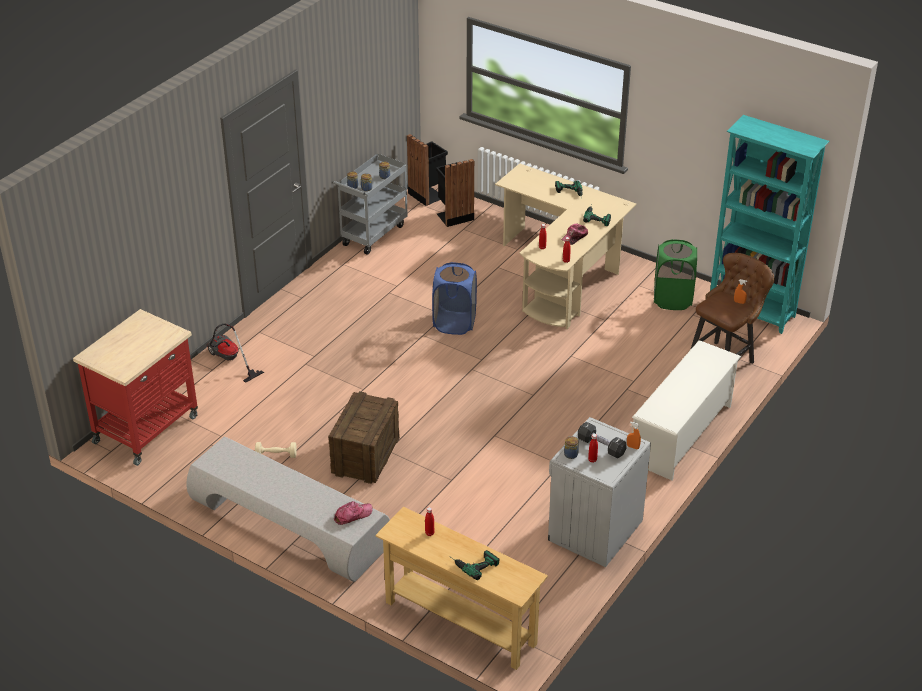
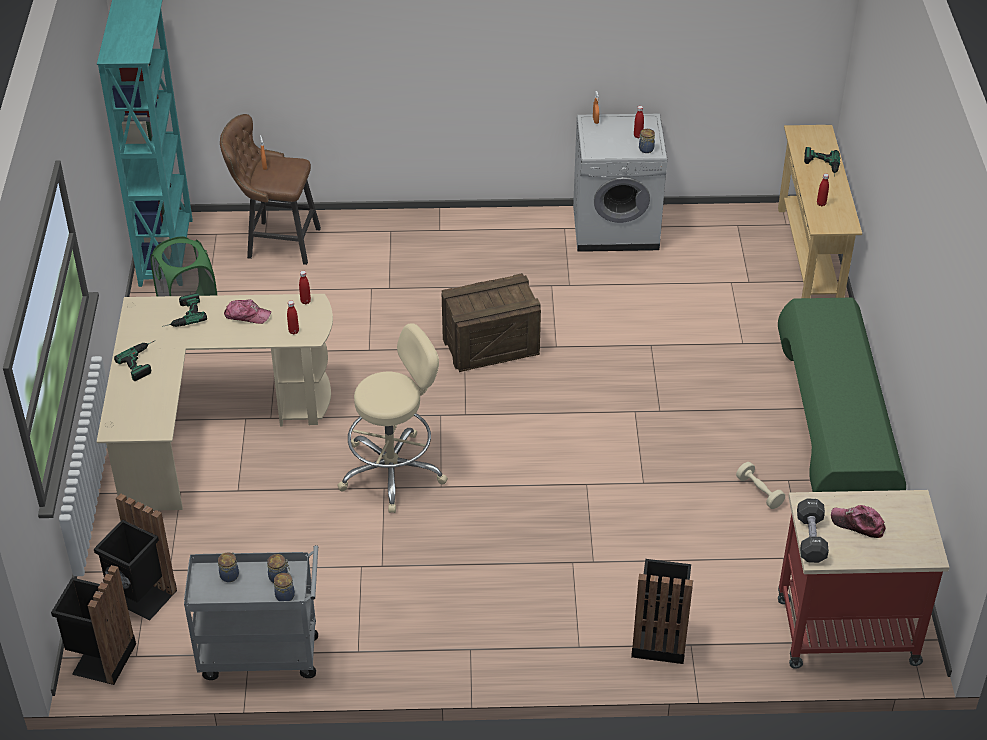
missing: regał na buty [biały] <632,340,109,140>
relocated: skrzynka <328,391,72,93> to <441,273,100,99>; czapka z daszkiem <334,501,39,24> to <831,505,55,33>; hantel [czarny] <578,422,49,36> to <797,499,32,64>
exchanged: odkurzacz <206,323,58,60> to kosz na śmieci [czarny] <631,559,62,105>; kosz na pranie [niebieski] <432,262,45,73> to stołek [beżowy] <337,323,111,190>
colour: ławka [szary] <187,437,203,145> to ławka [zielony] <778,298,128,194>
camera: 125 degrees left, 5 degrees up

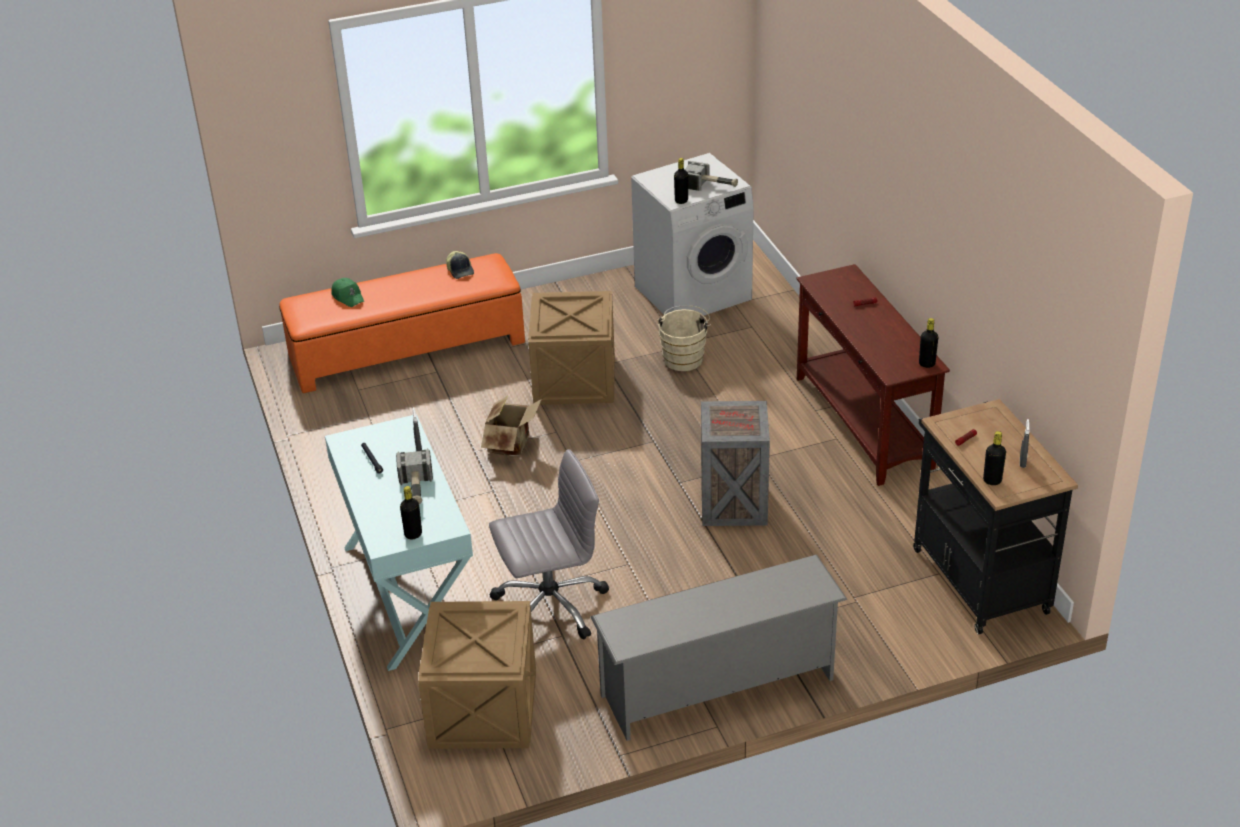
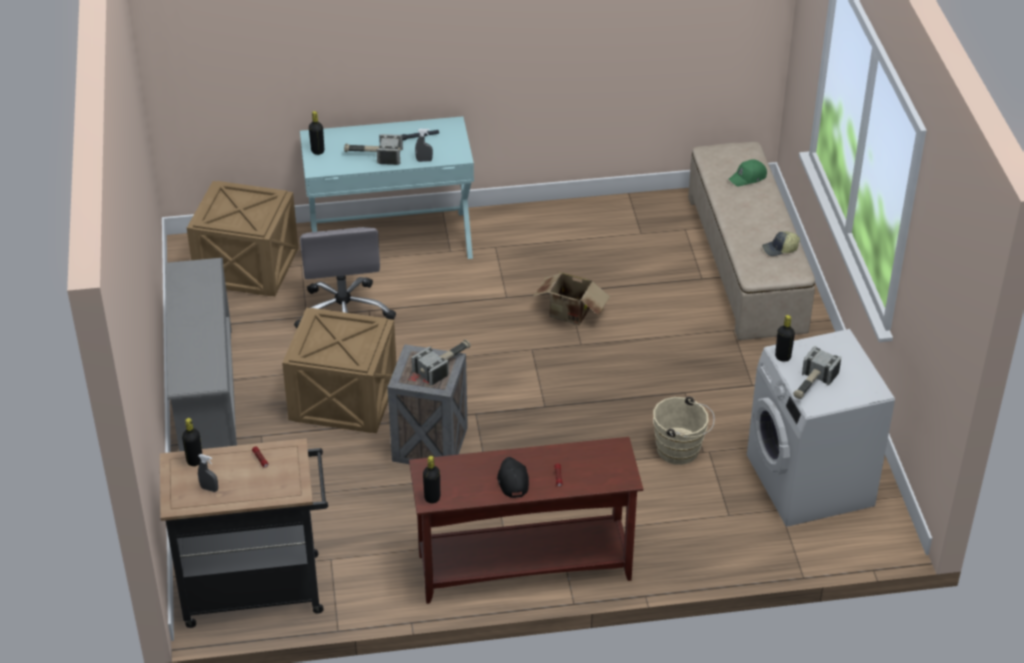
appeared: młotek <411,340,60,46>; czapka z daszkiem [czarny] <497,457,32,41>
relocated: skrzynka <528,291,87,114> to <282,308,115,125>
colour: ławka [pomarańczowy] <279,253,246,140> to ławka [beżowy] <688,142,127,198>
camera: 100 degrees right, 5 degrees up

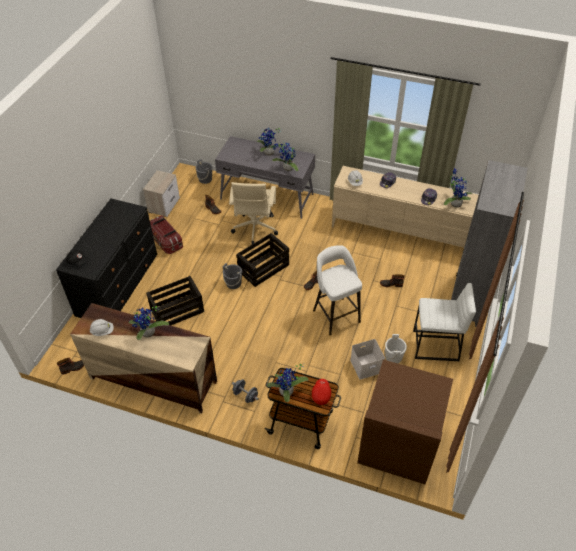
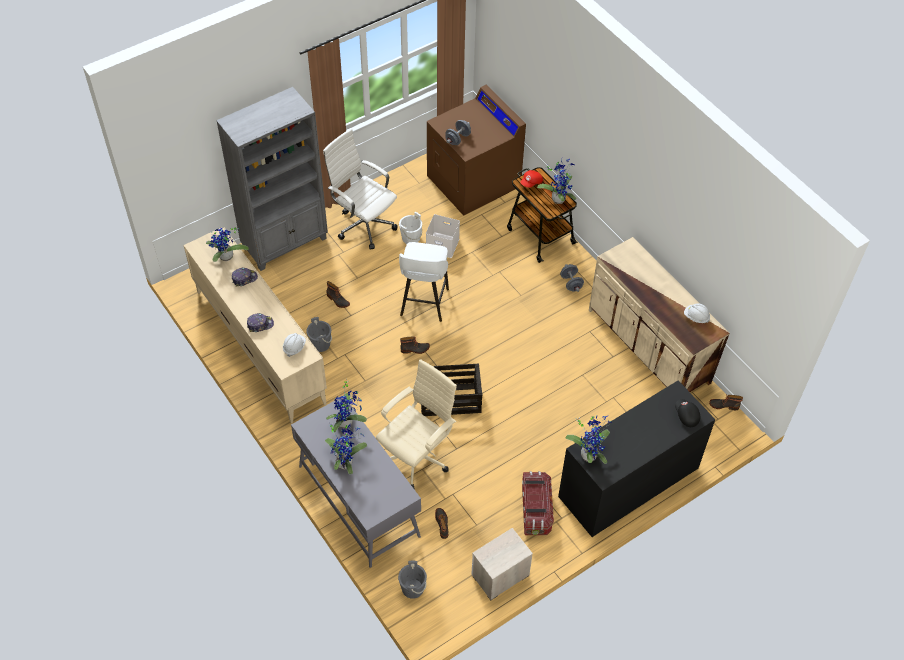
missing: skrzynka <146,276,58,50>
appeared: hantel [szary] <445,120,26,25>
relocated: roślina doniczkowa <129,306,40,34> to <565,414,48,50>; wiadro [szary] <223,263,19,26> to <306,317,26,35>
exchanged: stołek [biały] <413,283,63,78> to krzesło biurowe [biały] <323,129,75,121>
camera: 145 degrees left, 5 degrees up

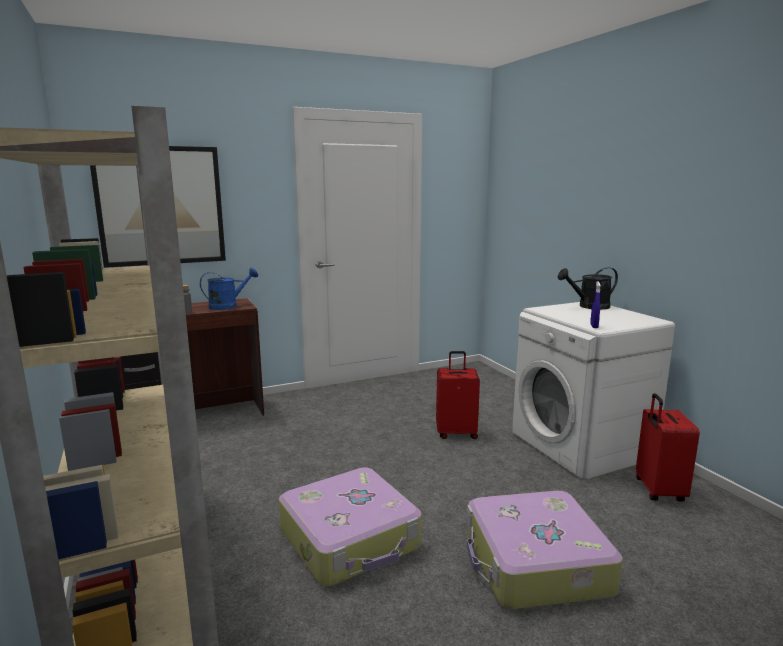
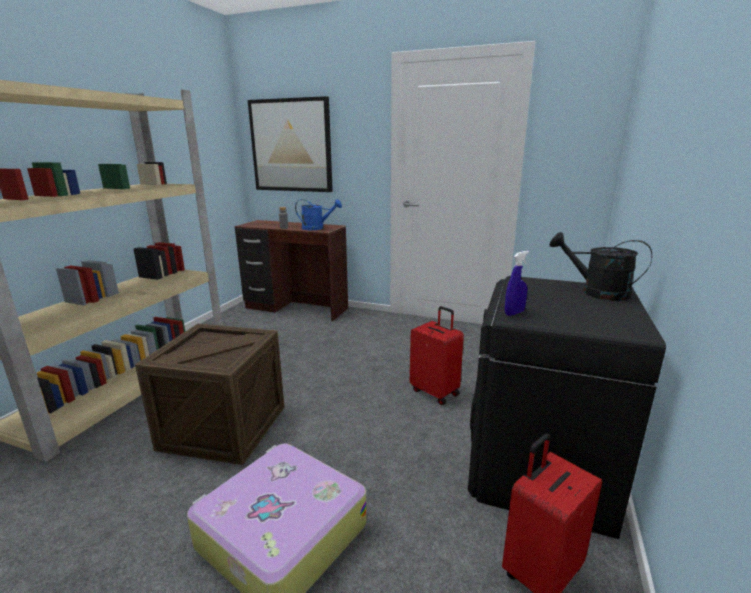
exchanged: walizka <279,467,143,120> to skrzynka <135,324,150,141>
colour: pralka [biały] <512,302,163,177> to pralka [czarny] <468,276,198,263>
camera: 45 degrees right, 5 degrees up

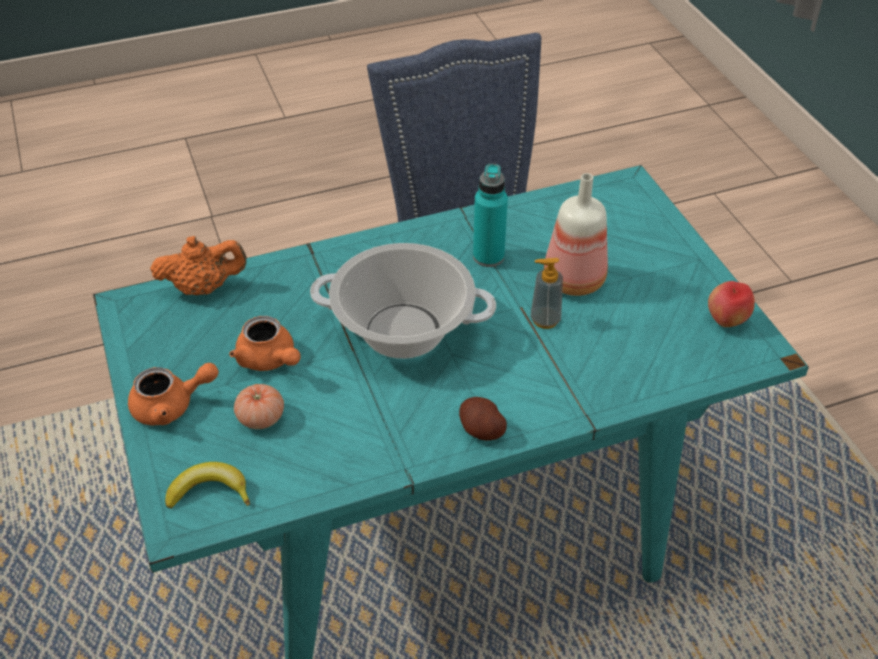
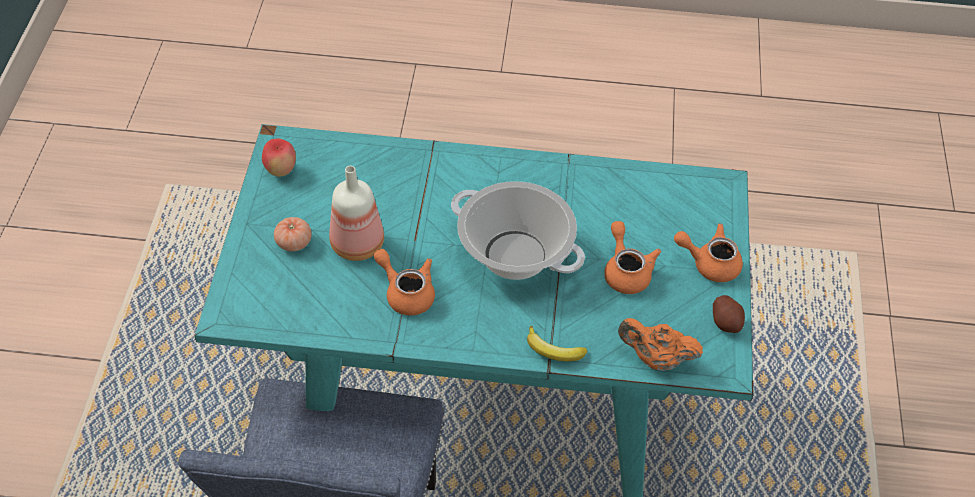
missing: dozownik mydła <530,258,33,71>
relocated: banan <165,462,85,46> to <527,326,60,35>; pomidor <234,384,50,45> to <274,217,38,34>; ziemniak <459,397,48,44> to <713,295,32,38>
exchanged: butelka [turkusowy] <473,164,35,103> to imbryk [pomarańczowy] <374,249,61,66>
camera: 155 degrees left, 5 degrees up

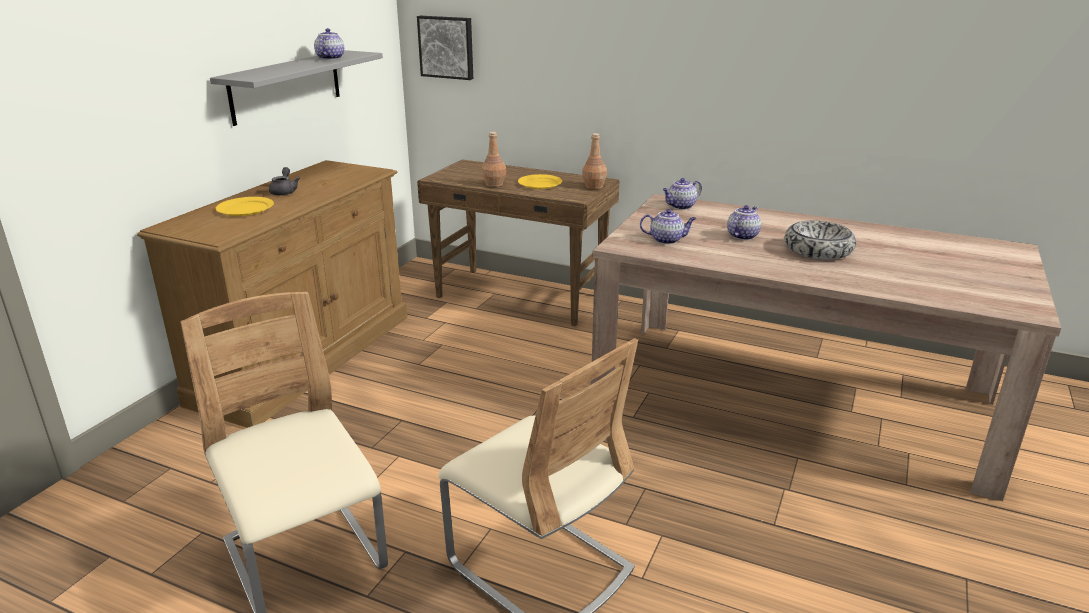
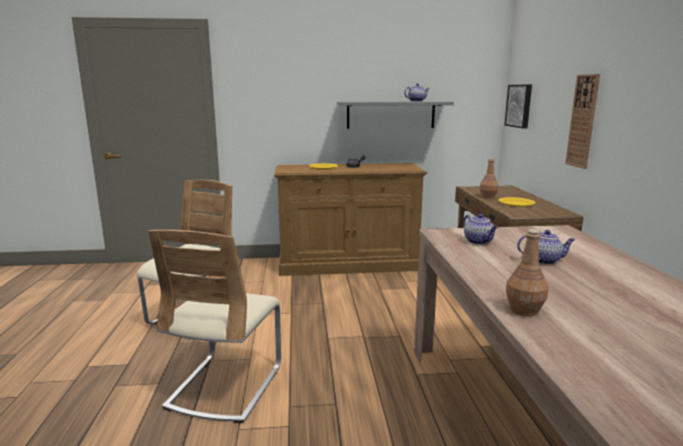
missing: imbryk <663,178,39,32>; miska <785,221,71,39>
appeared: zegar ścienny <565,74,35,95>
relocated: butelka [brązowy] <582,133,25,56> to <506,229,42,87>
camera: 60 degrees right, 10 degrees down

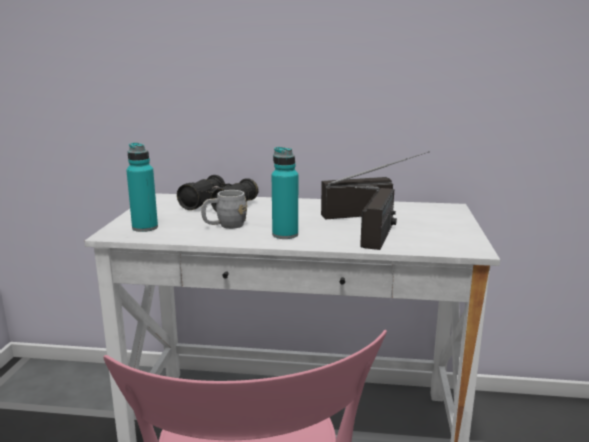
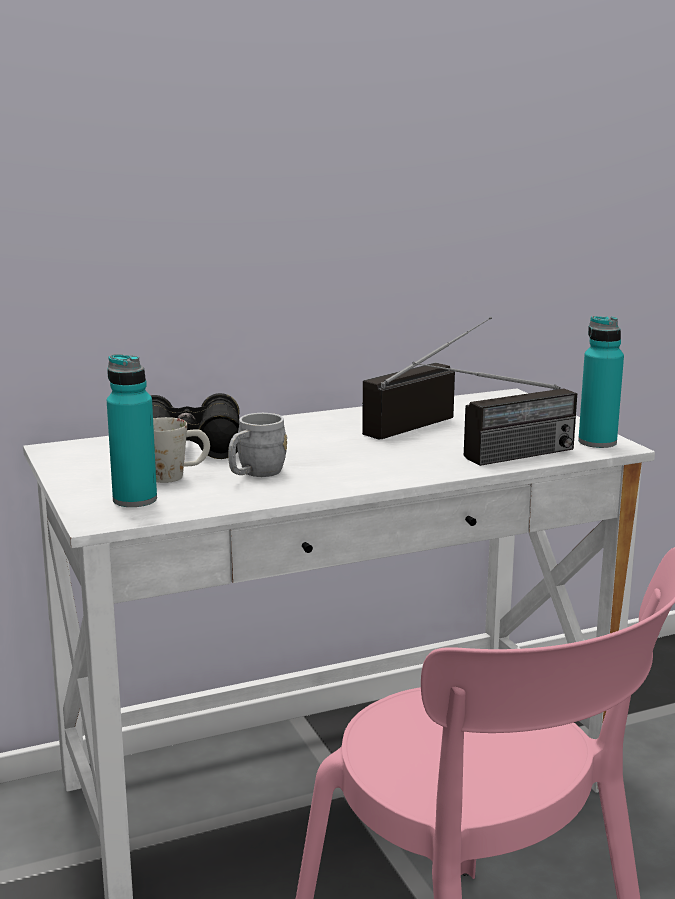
appeared: kubek [biały] <153,417,57,66>
relocated: butelka [turkusowy] <272,147,26,92> to <578,316,46,132>
spun: radio <355,186,42,64> = <412,362,165,104> 75 degrees clockwise
camera: 30 degrees left, 0 degrees up

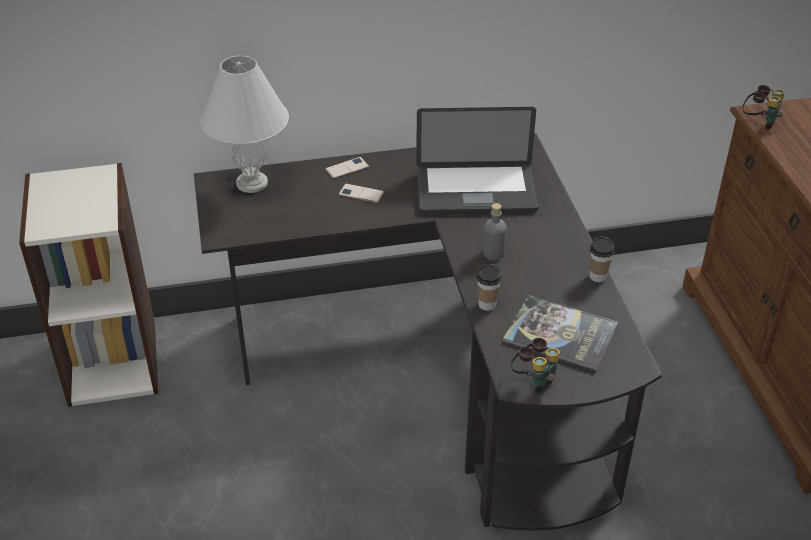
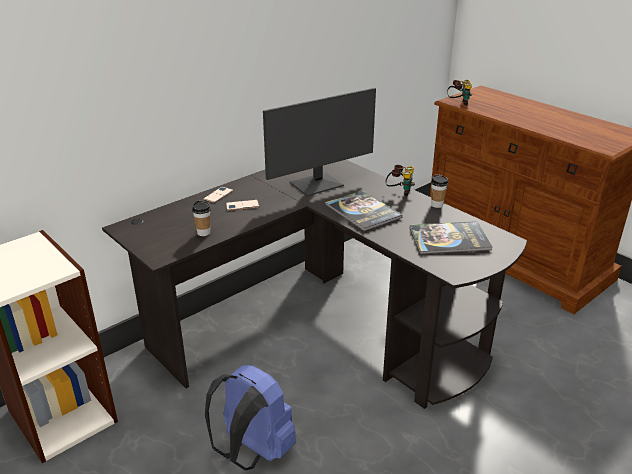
missing: lampa stołowa [biały] <201,55,88,138>
appeared: plecak [niebieski] <205,365,91,105>
relocated: filiżanka <477,264,25,47> to <192,201,19,35>; lornetka <511,338,49,54> to <385,165,30,31>
exchanged: laptop <416,107,123,107> to monitor <263,88,113,108>; butelka [szary] <483,203,24,57> to książka <326,191,77,40>
camera: 30 degrees left, 10 degrees down

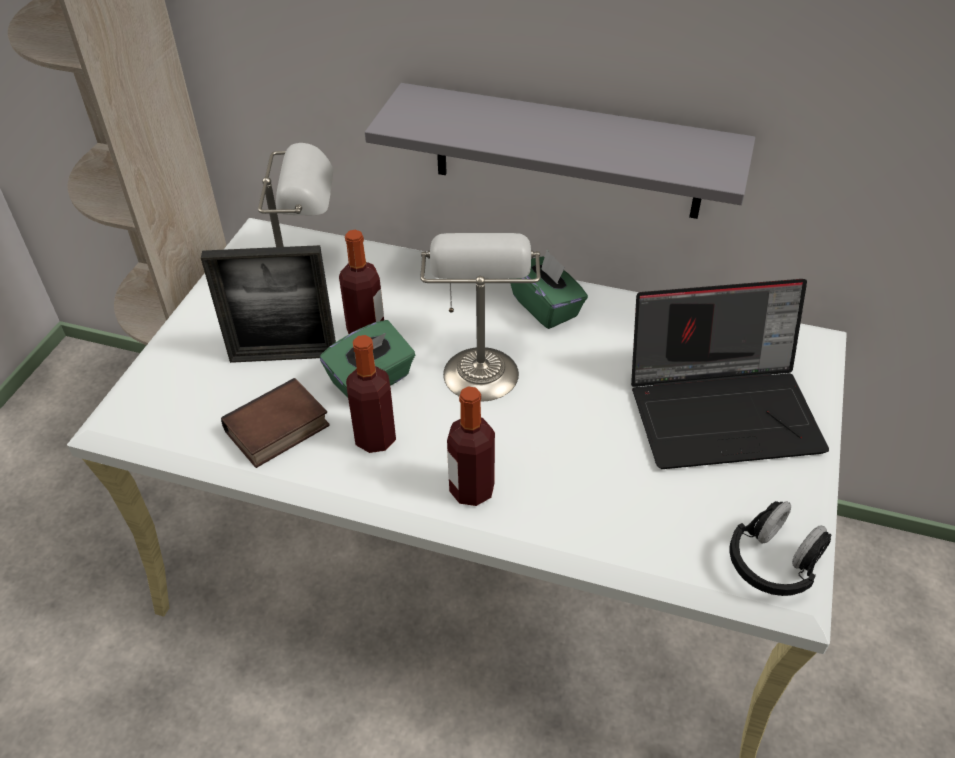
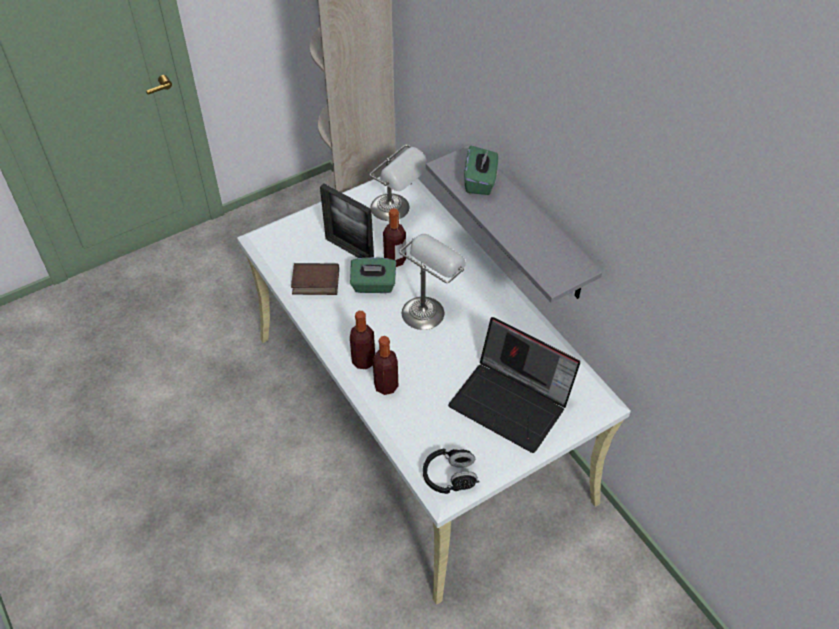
relocated: butelka <346,335,50,118> to <372,336,26,59>; pudełko chusteczek [zielony] <510,250,78,79> to <464,146,34,49>
camera: 40 degrees right, 5 degrees up

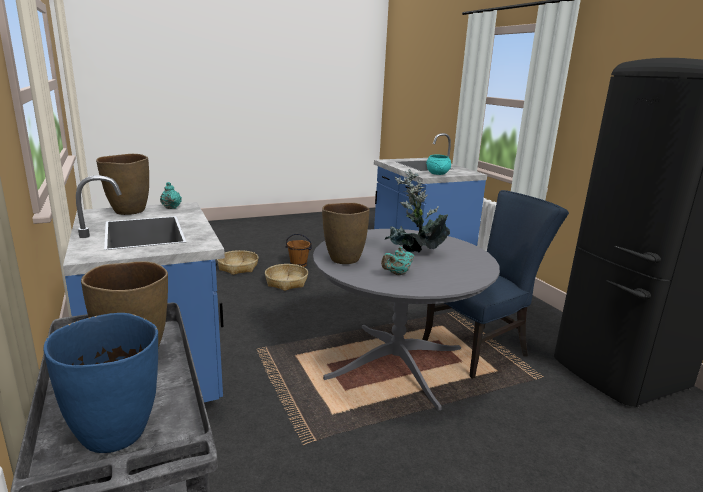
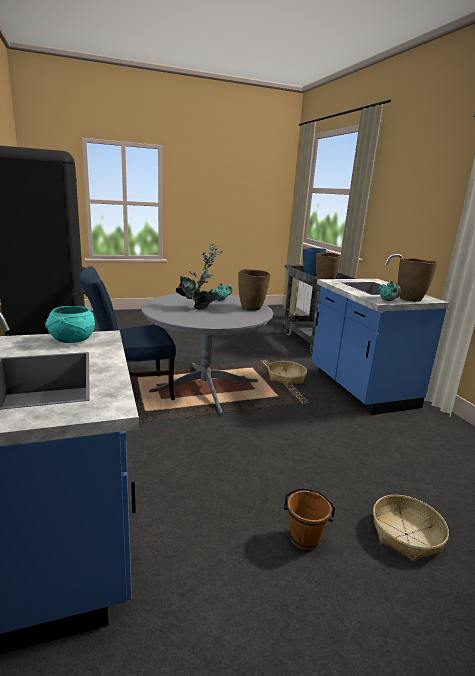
relocated: koszyk <265,264,43,27> to <268,361,39,25>
camera: 175 degrees left, 0 degrees up

